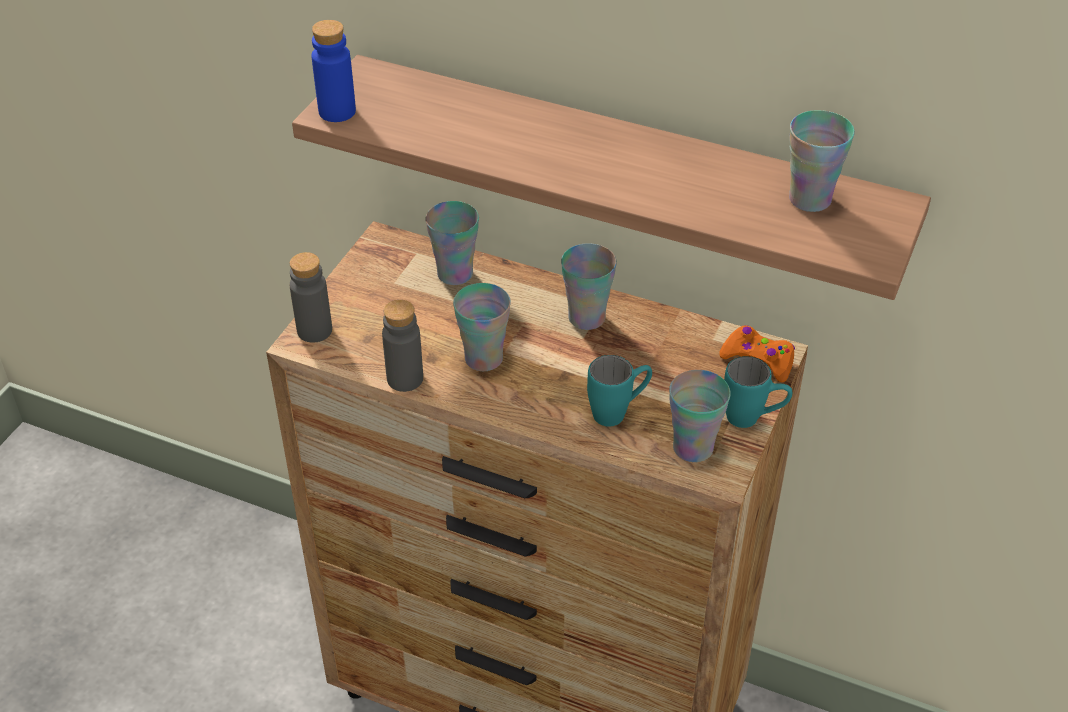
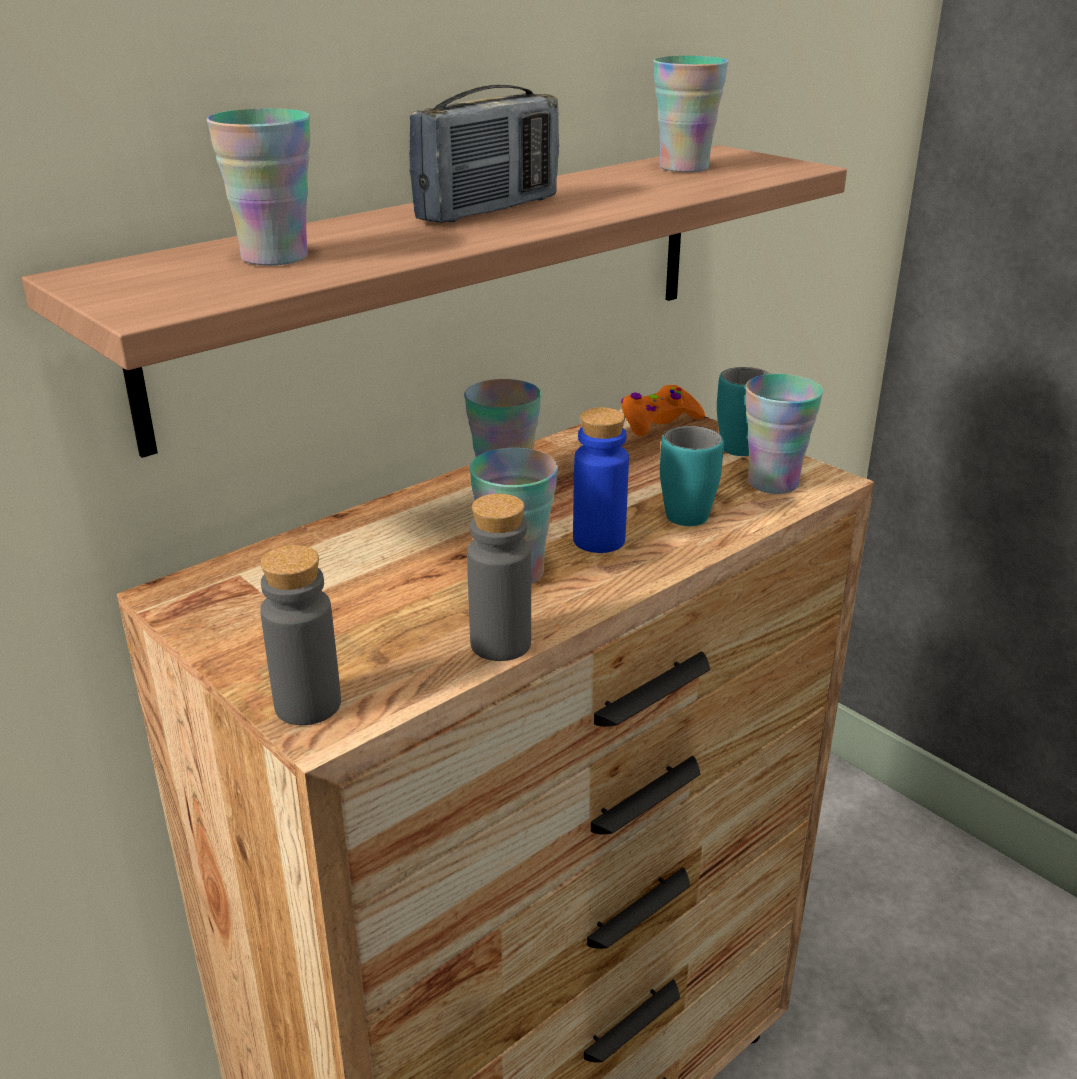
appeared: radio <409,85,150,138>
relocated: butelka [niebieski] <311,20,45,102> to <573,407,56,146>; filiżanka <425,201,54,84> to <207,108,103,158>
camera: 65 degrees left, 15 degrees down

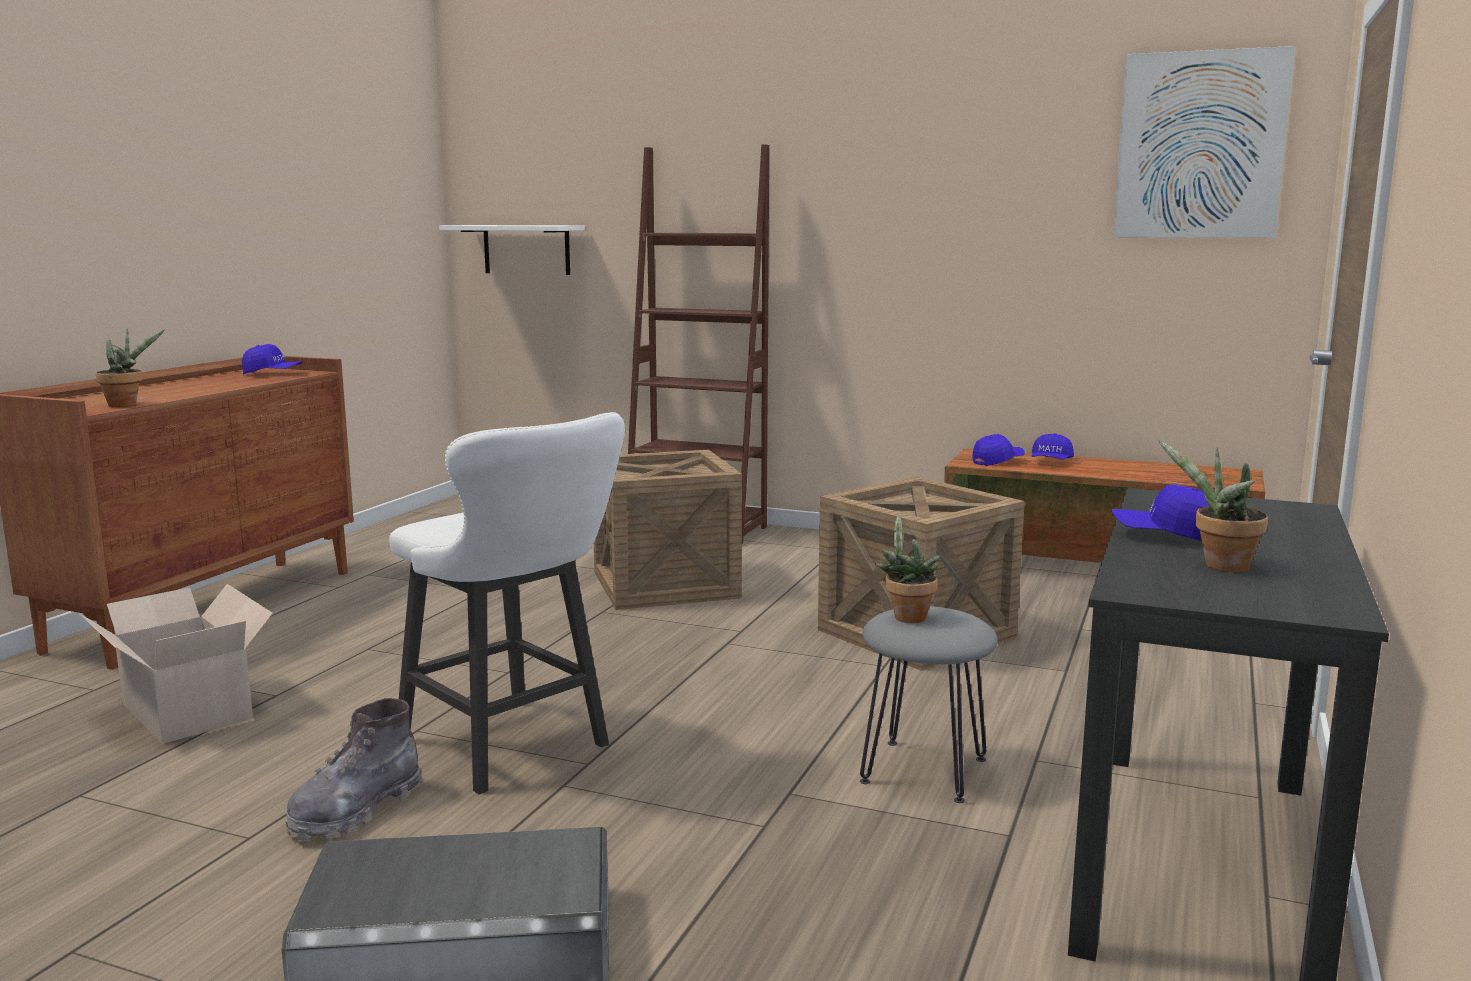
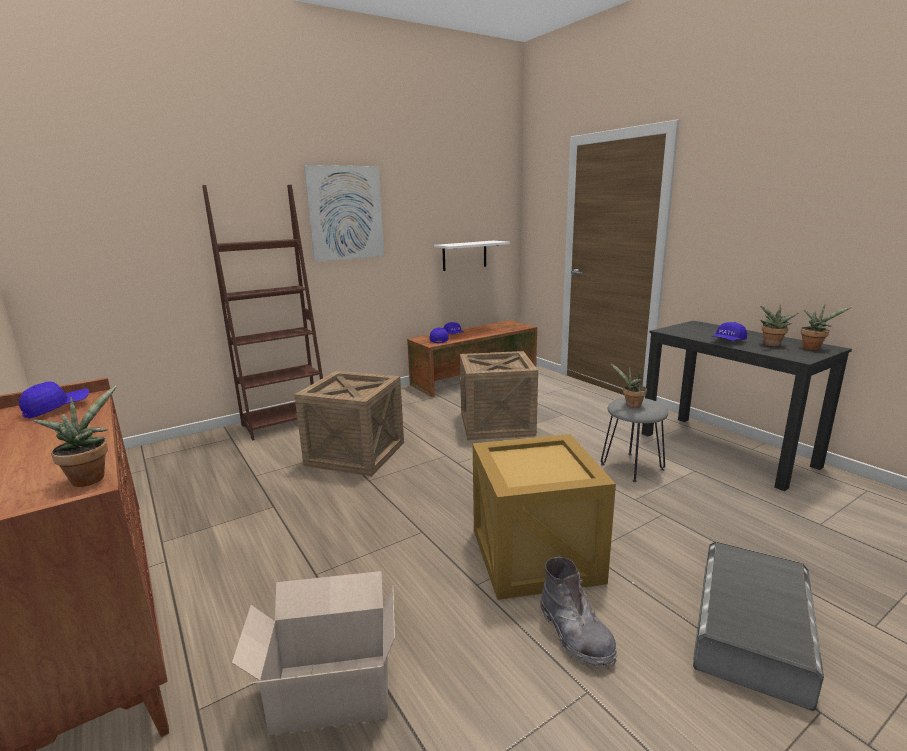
appeared: roślina doniczkowa <800,305,51,45>
relocated: półka [biały] <439,225,146,50> to <434,241,76,30>; obraz <1113,46,182,192> to <304,165,80,97>
exchanged: stołek [biały] <389,412,236,383> to skrzynka <473,434,143,166>
camera: 55 degrees left, 5 degrees up

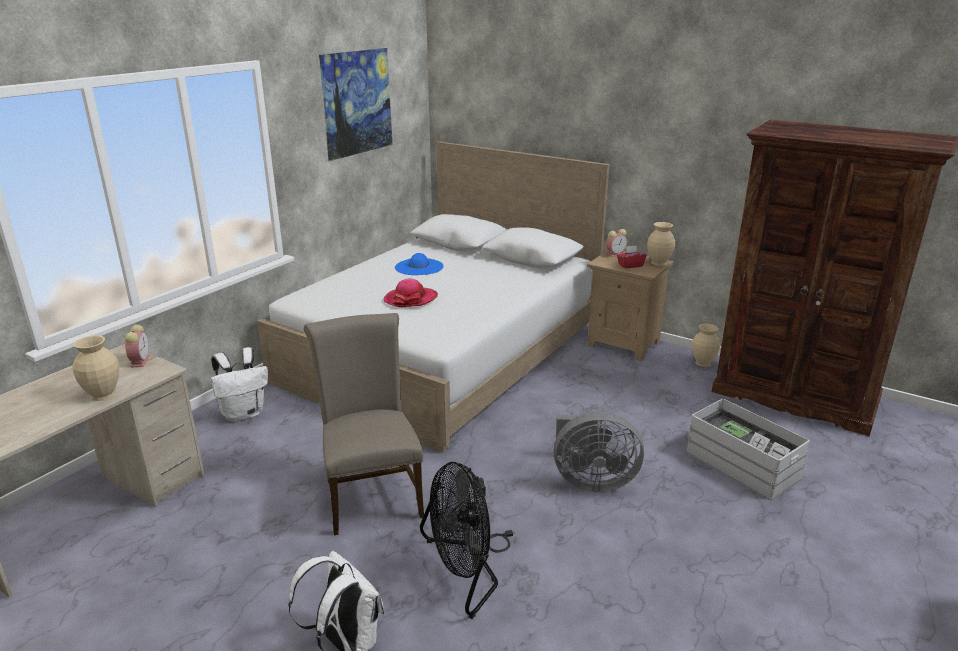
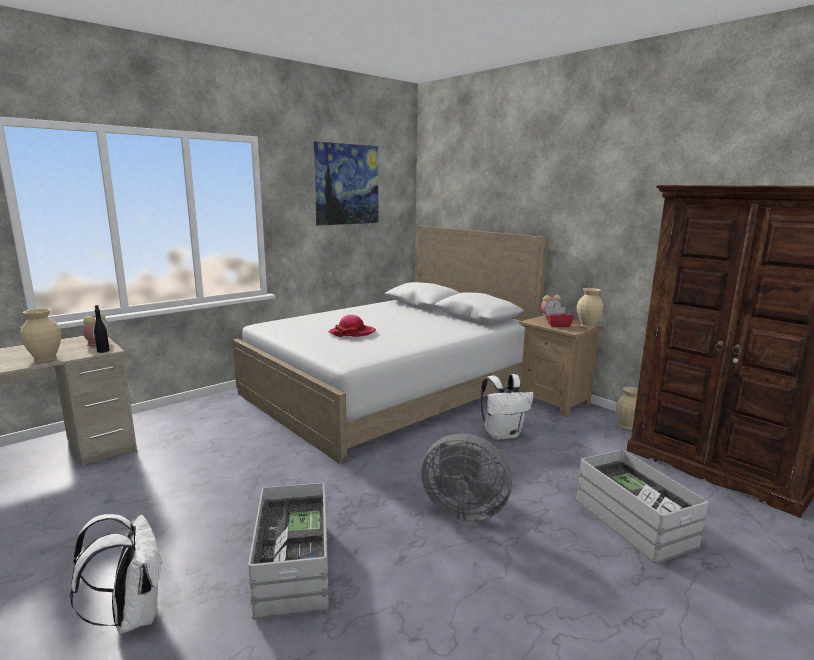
missing: krzesło [beżowy] <304,313,120,222>; kapelusz [niebieski] <395,253,48,22>
appeared: butelka [czarny] <94,305,16,48>
relocated: plecak [biały] <211,347,57,75> to <481,374,53,66>
exchanged: wentylator [czarny] <420,462,95,157> to pojemnik do przechowywania [szary] <248,483,81,137>
camera: 15 degrees right, 10 degrees down

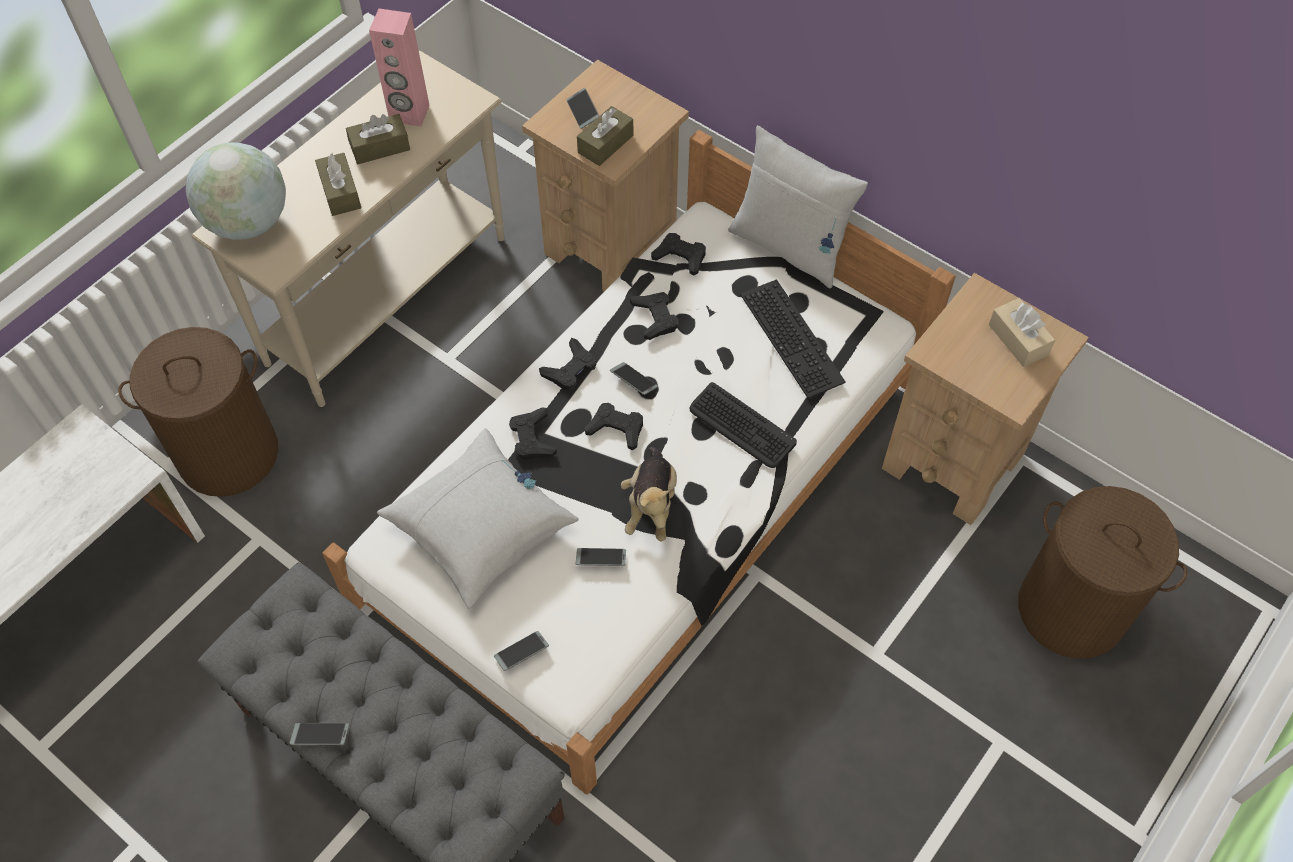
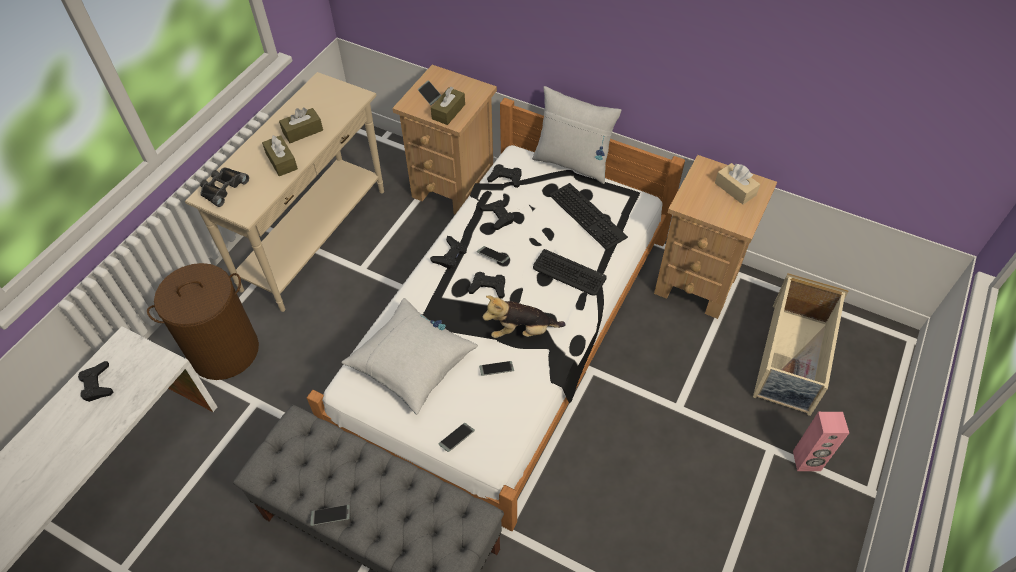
relocated: głośnik [różowy] <369,9,60,118> to <793,412,56,59>; pad do gier [czarny] <509,407,48,53> to <78,361,36,41>
exchanged: globus <186,142,100,98> to lornetka [czarny] <200,168,49,39>; kosz na pranie [brązowy] <1018,486,170,173> to pojemnik do przechowywania [beżowy] <753,273,96,143>
spun: pluszak <621,447,56,95> = <483,295,83,43> 90 degrees clockwise
camera: 10 degrees left, 5 degrees down

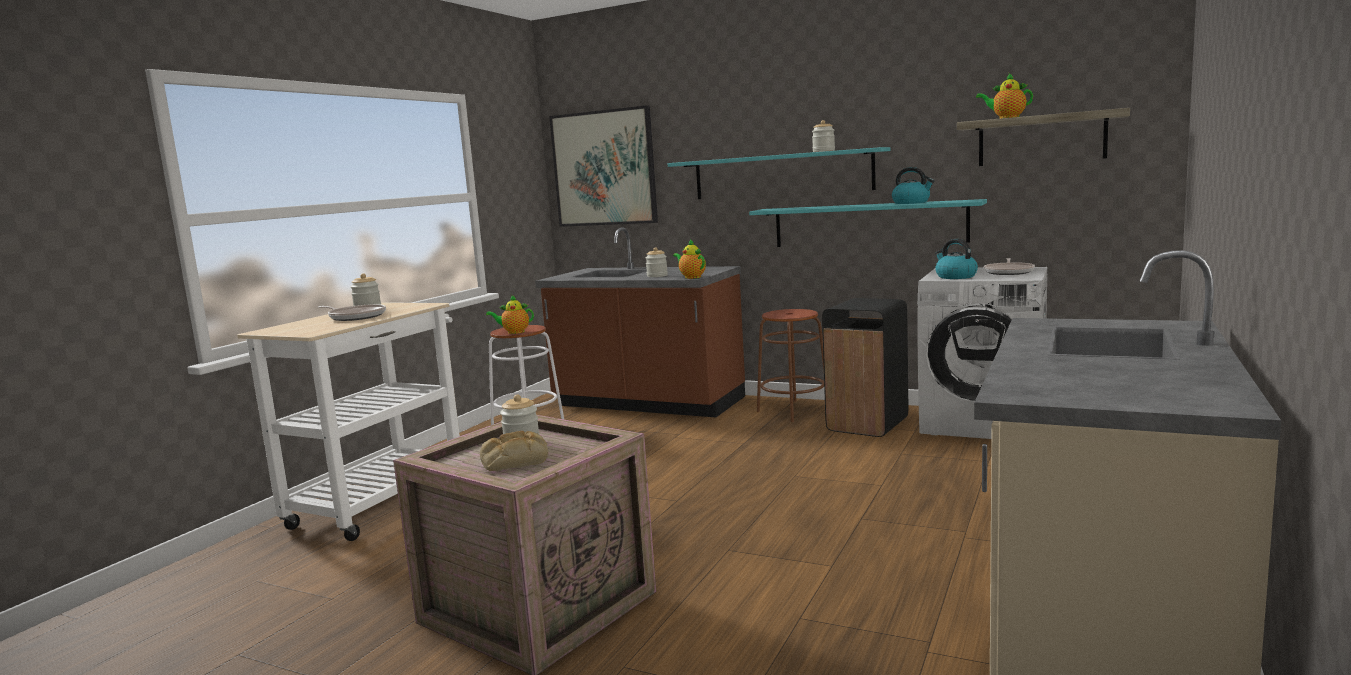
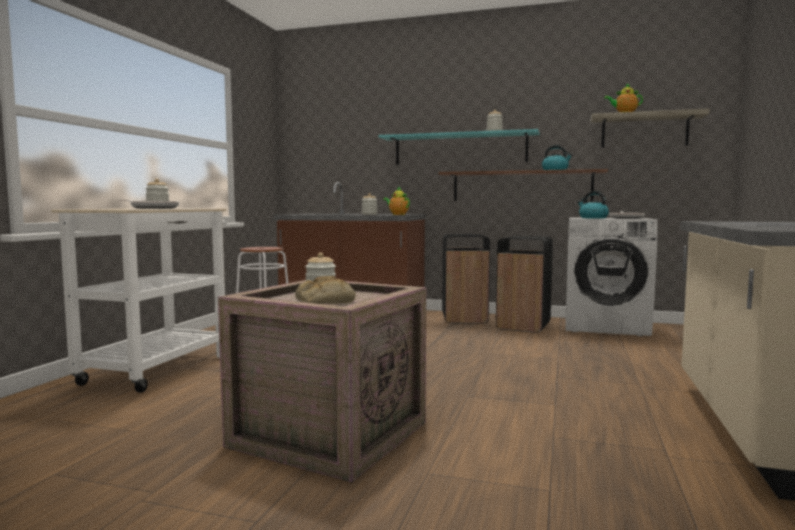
missing: imbryk <486,295,48,39>; obraz <549,105,109,122>
exchanged: stołek [brązowy] <757,309,67,113> to kosz na śmieci [czarny] <442,234,48,89>
colour: półka [turkusowy] <749,199,238,48> to półka [brązowy] <439,169,169,32>
camera: 10 degrees left, 5 degrees down

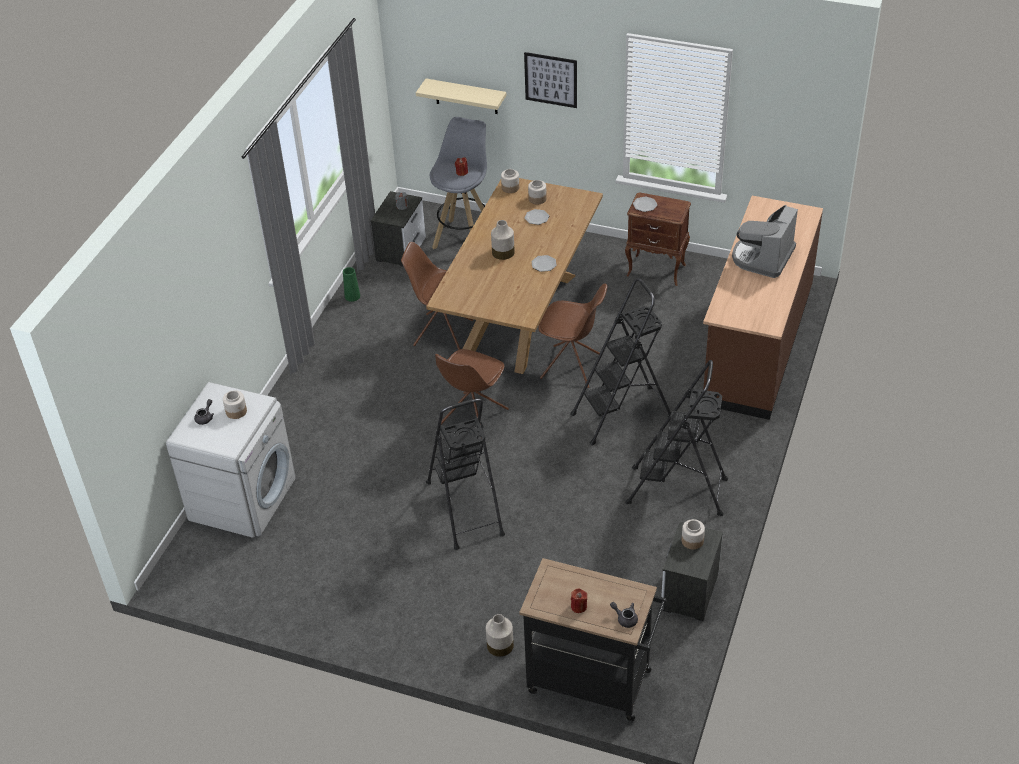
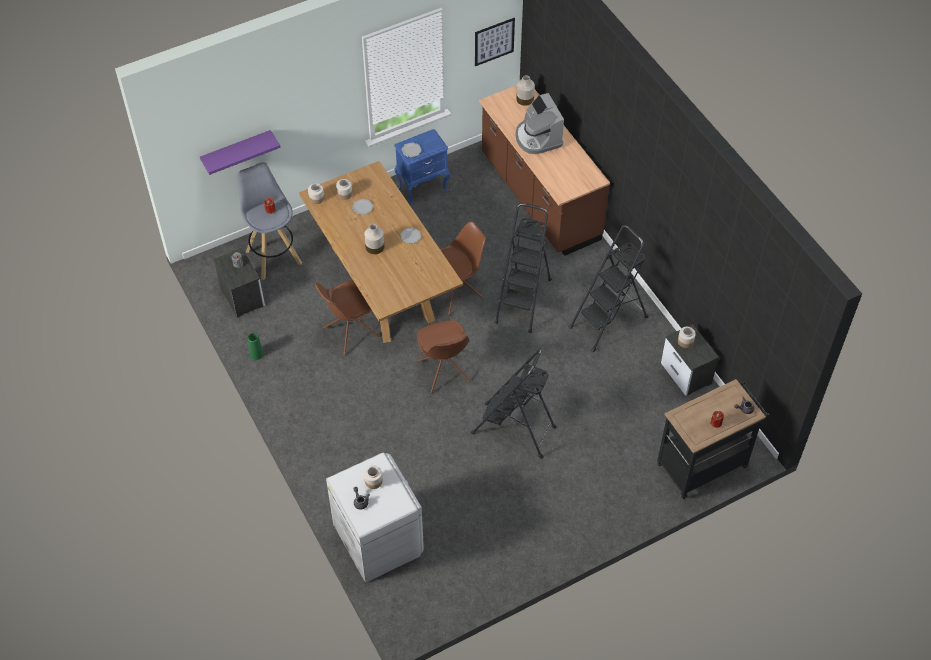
relocated: wazon [beżowy] <486,614,28,43> to <516,75,19,31>; obraz <524,52,53,56> to <475,18,40,48>
colour: półka [beżowy] <416,79,90,35> to półka [fioletowy] <200,130,80,45>; szafka nocna [brązowy] <625,192,66,94> to szafka nocna [niebieski] <394,129,56,78>
camera: 50 degrees left, 10 degrees up

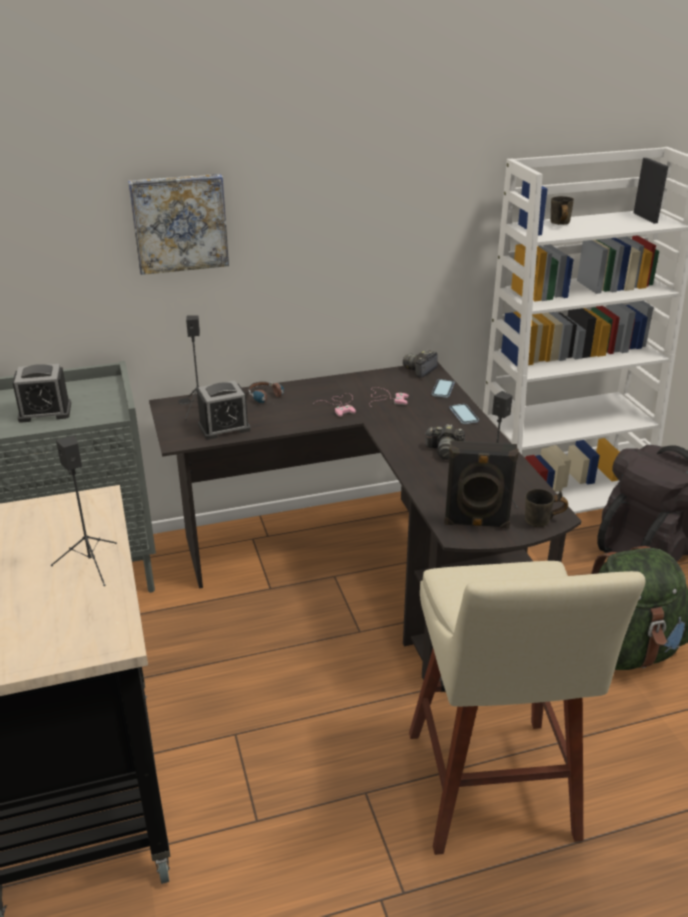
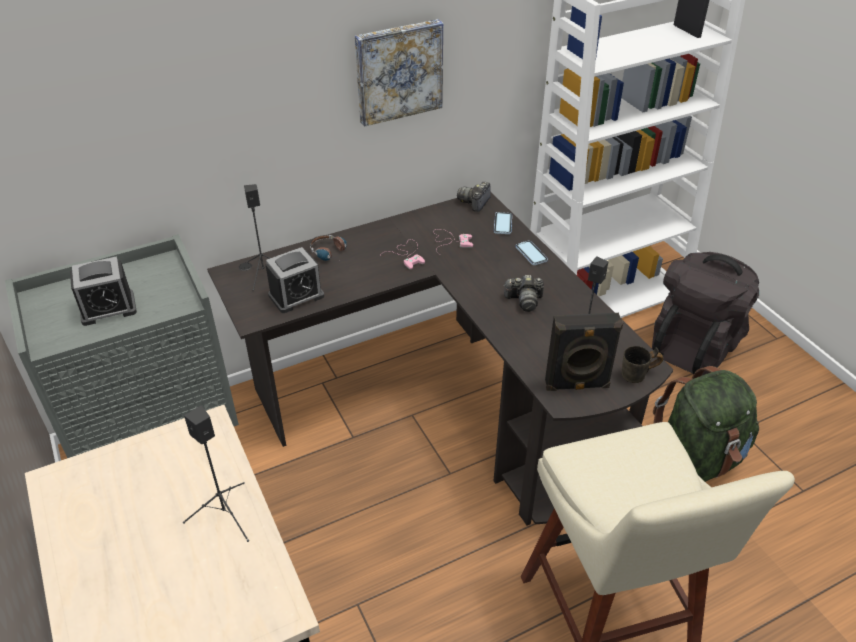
missing: kubek [szary] <551,196,23,29>
relocated: obraz <128,174,101,101> to <355,19,88,108>
camera: 10 degrees left, 10 degrees up

